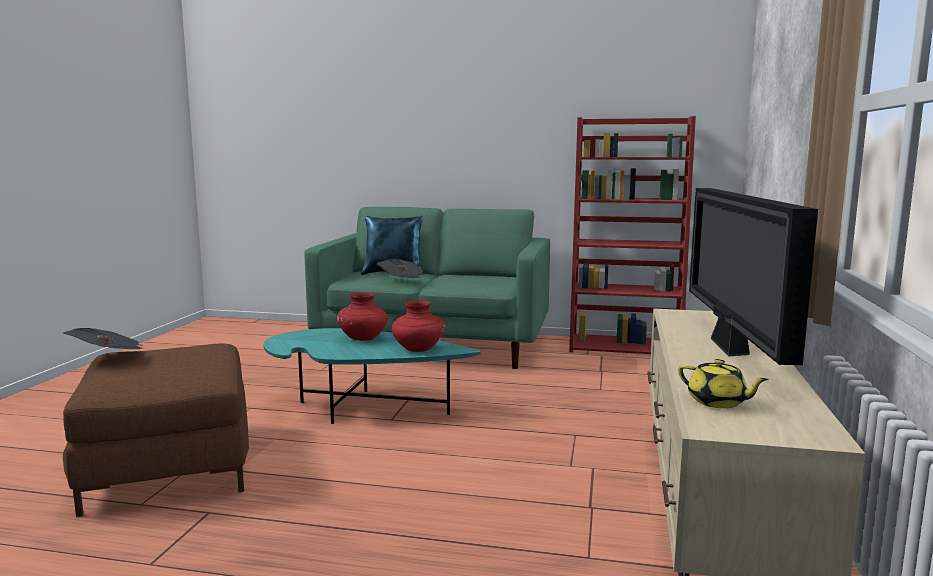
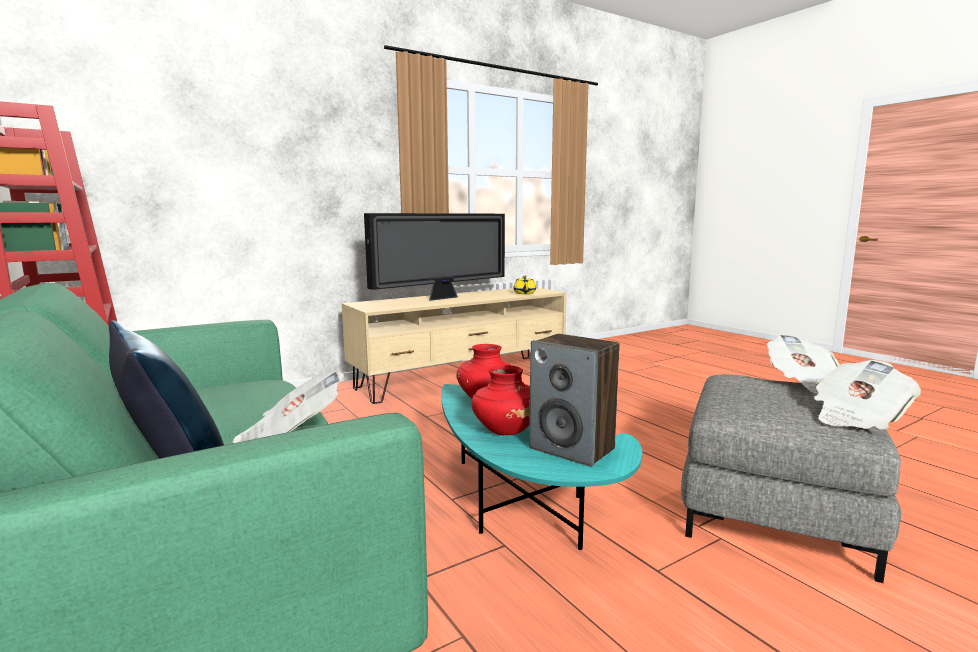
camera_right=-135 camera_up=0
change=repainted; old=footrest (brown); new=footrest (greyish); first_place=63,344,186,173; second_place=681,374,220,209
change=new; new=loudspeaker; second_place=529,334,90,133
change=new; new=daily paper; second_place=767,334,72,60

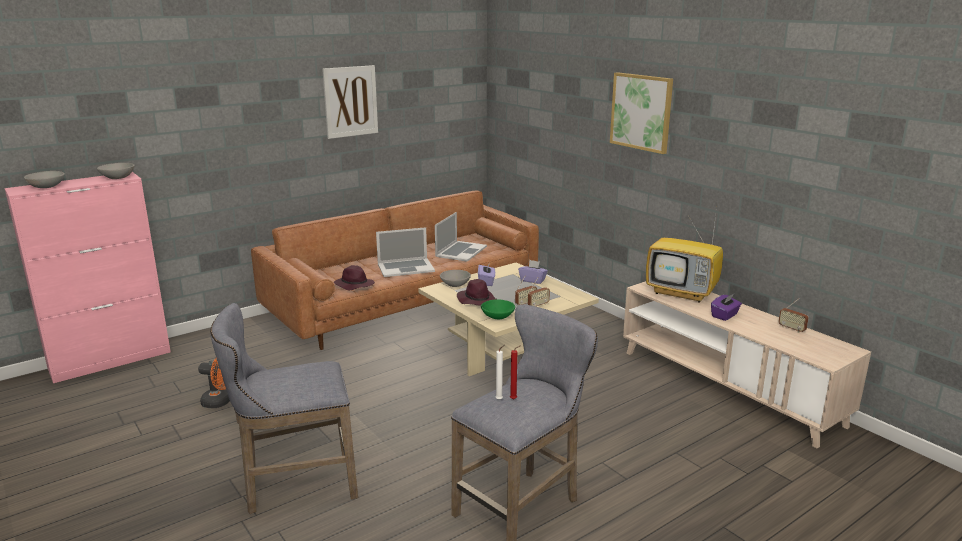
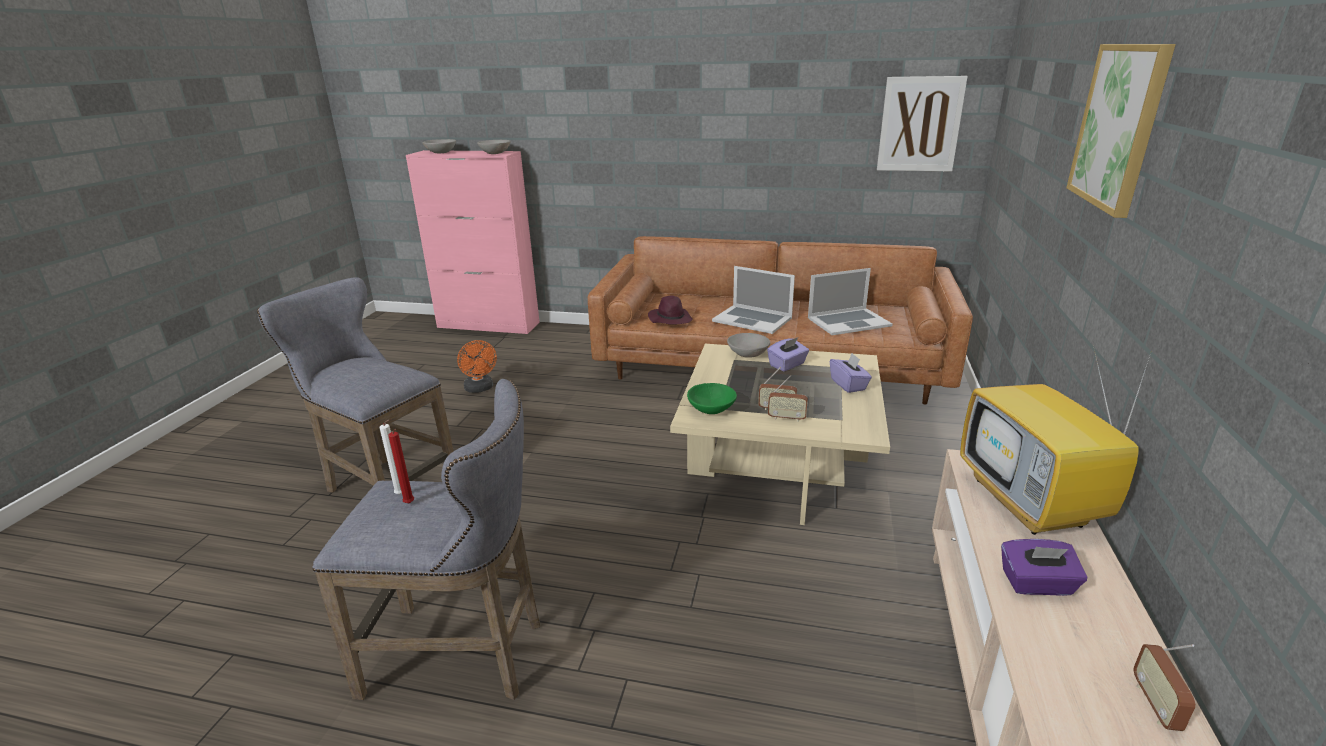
camera_right=50 camera_up=5
change=shifted; old=picture; first_place=322,65,56,74; second_place=877,76,91,95
change=gone; old=hat (purple); first_place=457,279,39,26

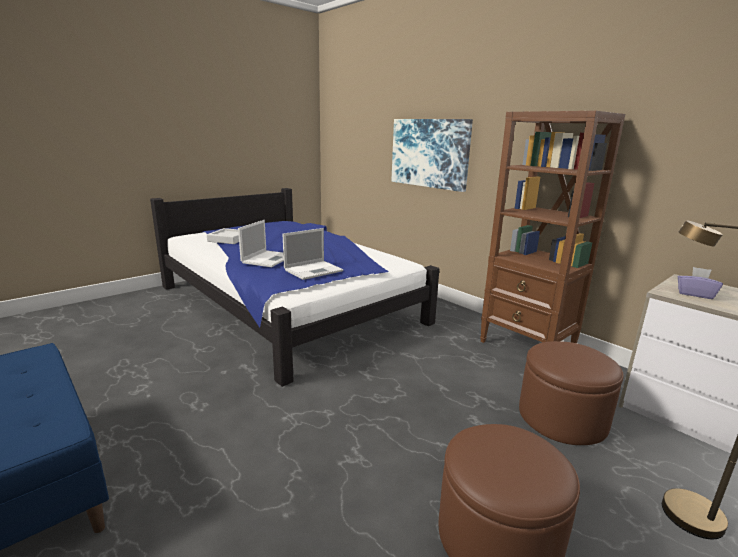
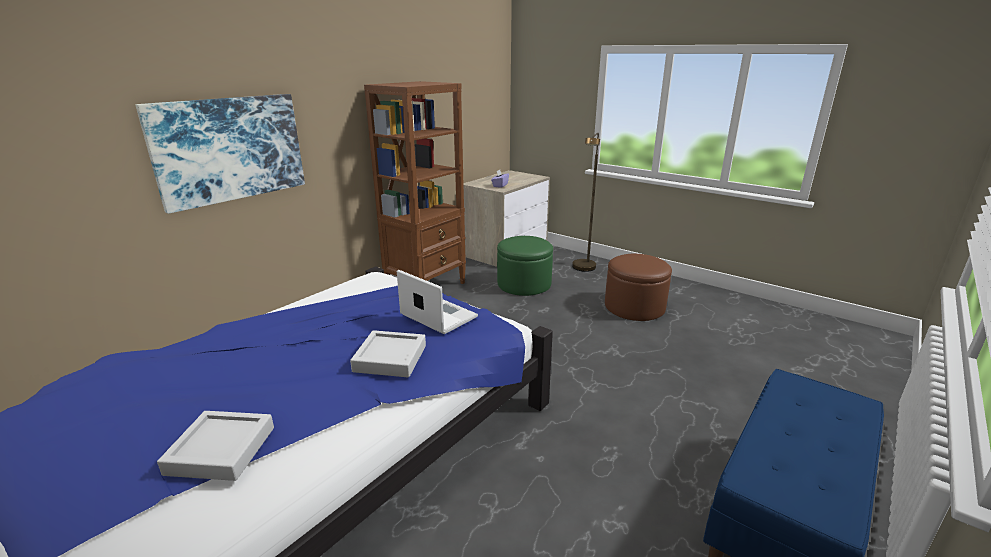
camera_right=-100 camera_up=5
change=swapped; old=notebook computer; new=carrying tray (greyish); first_place=238,220,46,47; second_place=350,330,76,47
change=repainted; old=footrest (brown); new=footrest (green-coloured); first_place=519,341,105,104; second_place=497,236,56,60

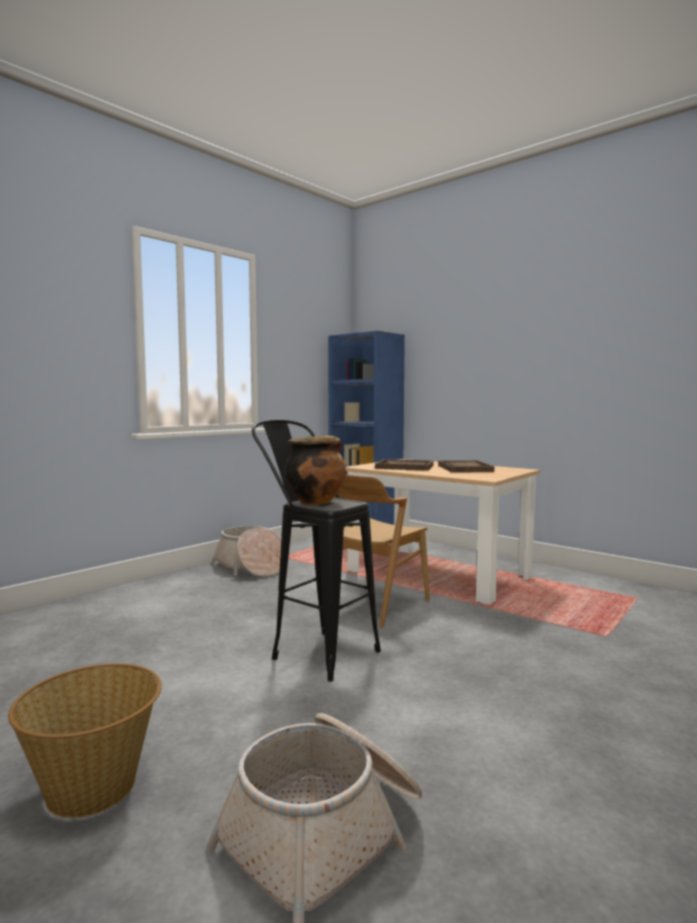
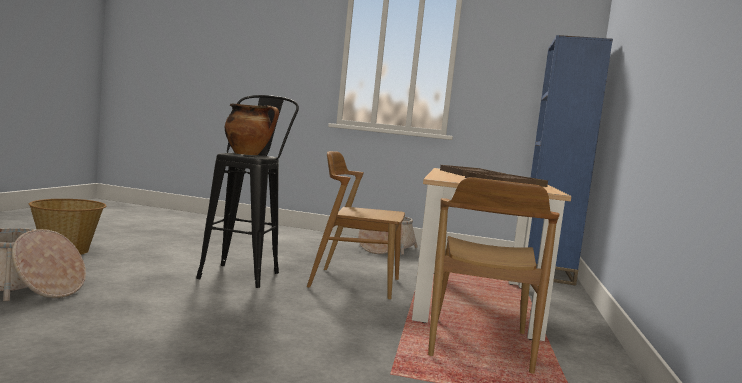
camera_right=60 camera_up=0
change=new; new=plain chair (brown); second_place=428,177,132,197

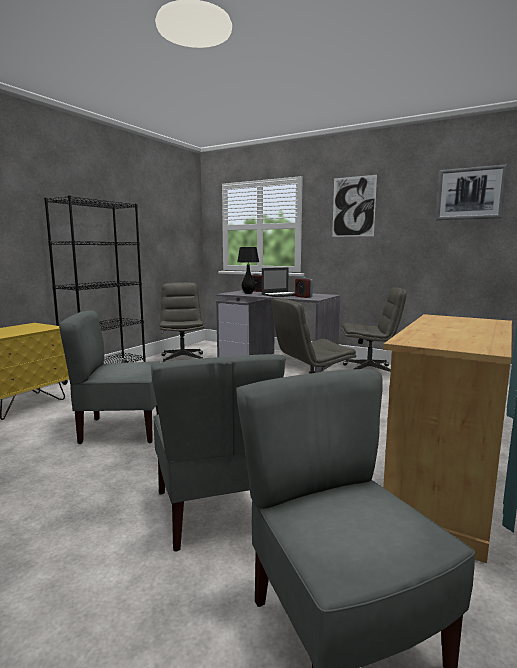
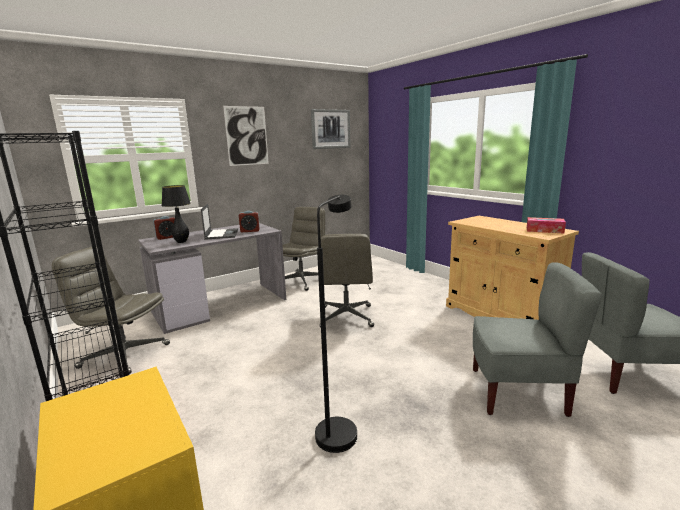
camera_right=-65 camera_up=5
change=swapped; old=plain chair (greyish); new=standing lamp (black); first_place=59,310,102,134; second_place=315,195,42,258
change=new; new=box of tissues; second_place=527,217,39,17

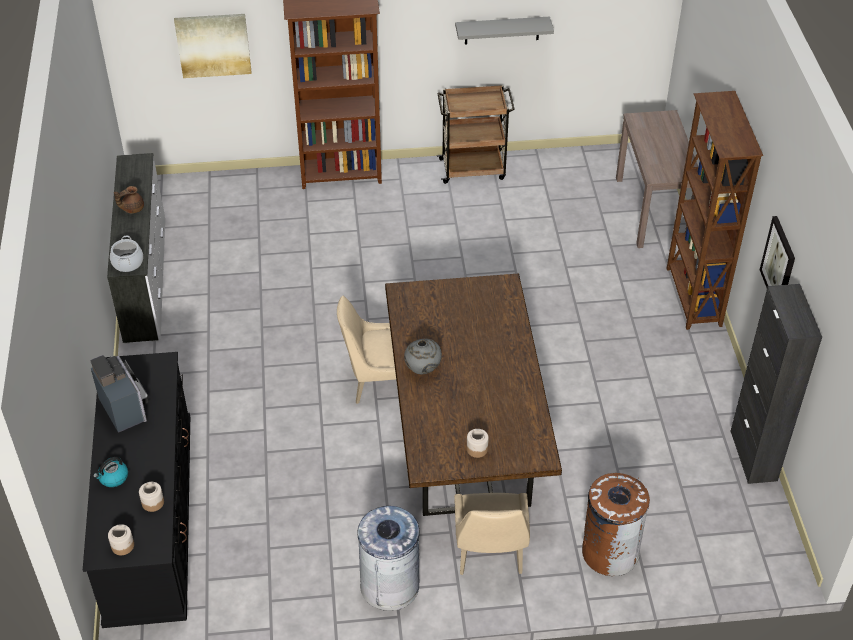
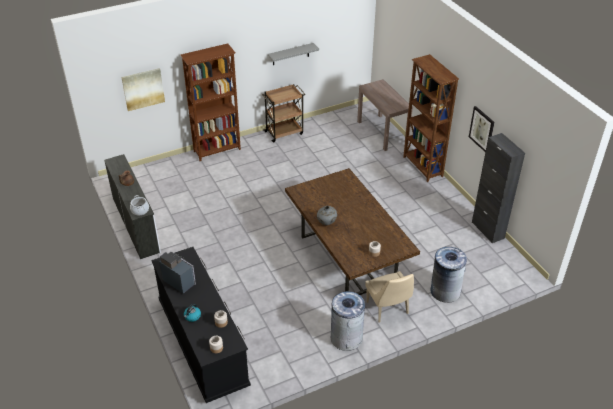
camera_right=-20 camera_up=-5
change=gone; old=plain chair (beige-coloured); first_place=337,296,59,108
change=repainted; old=rubbish bin (brown); new=rubbish bin (greyish); first_place=582,473,68,103; second_place=430,247,37,56

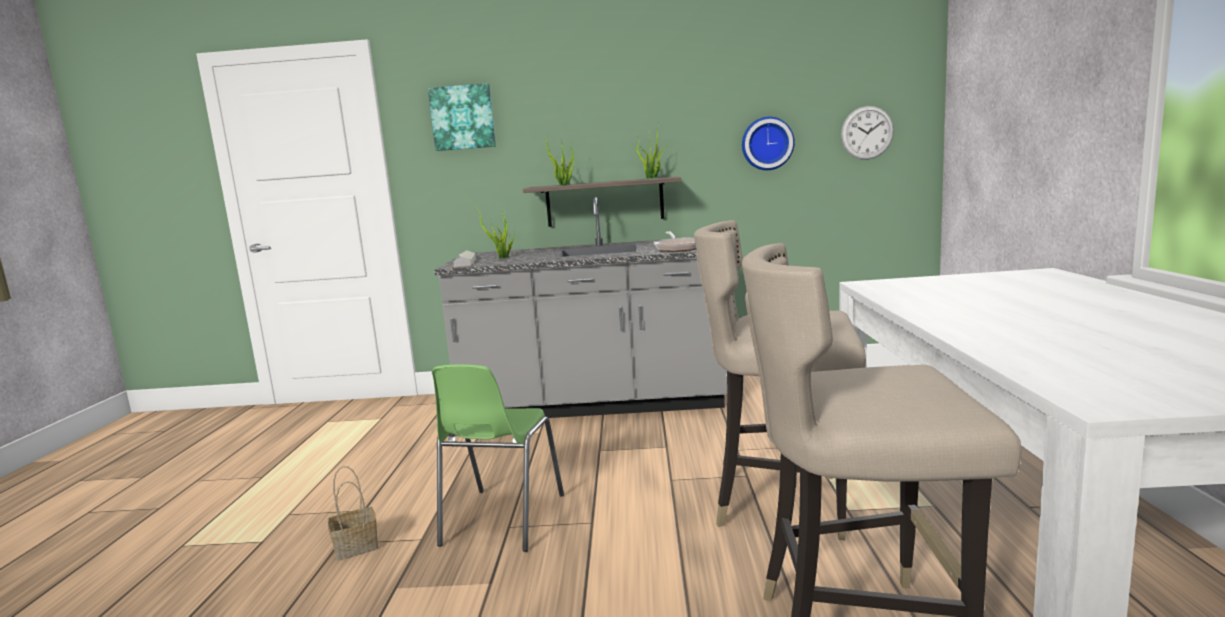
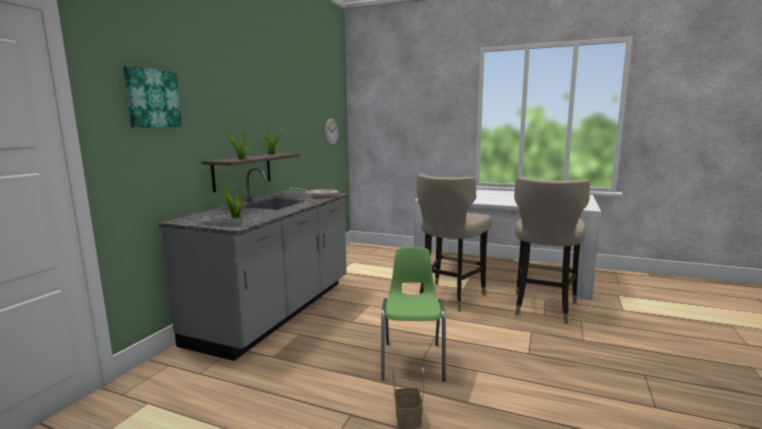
camera_right=-70 camera_up=0
change=gone; old=clock on the wall; first_place=742,117,53,53
change=rotated; old=plain chair (green-coloured); first_place=432,364,132,188; second_place=381,247,64,135; degrees=-120

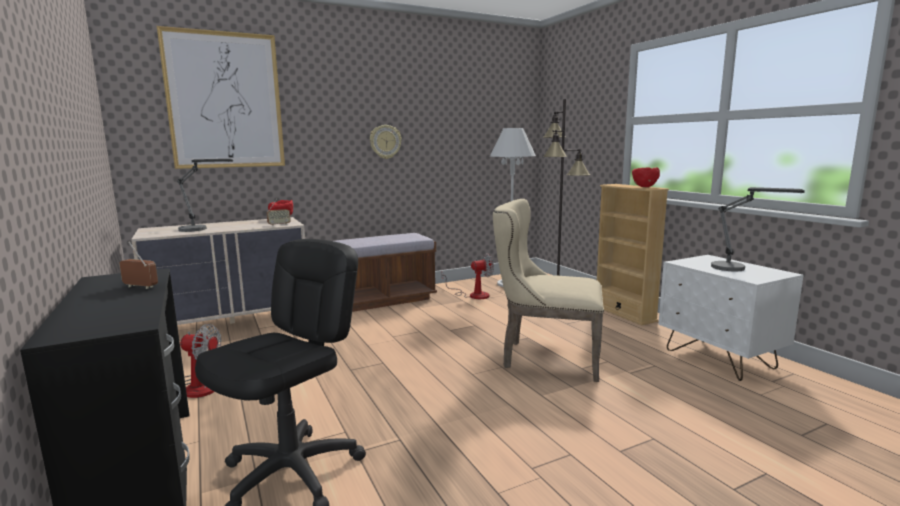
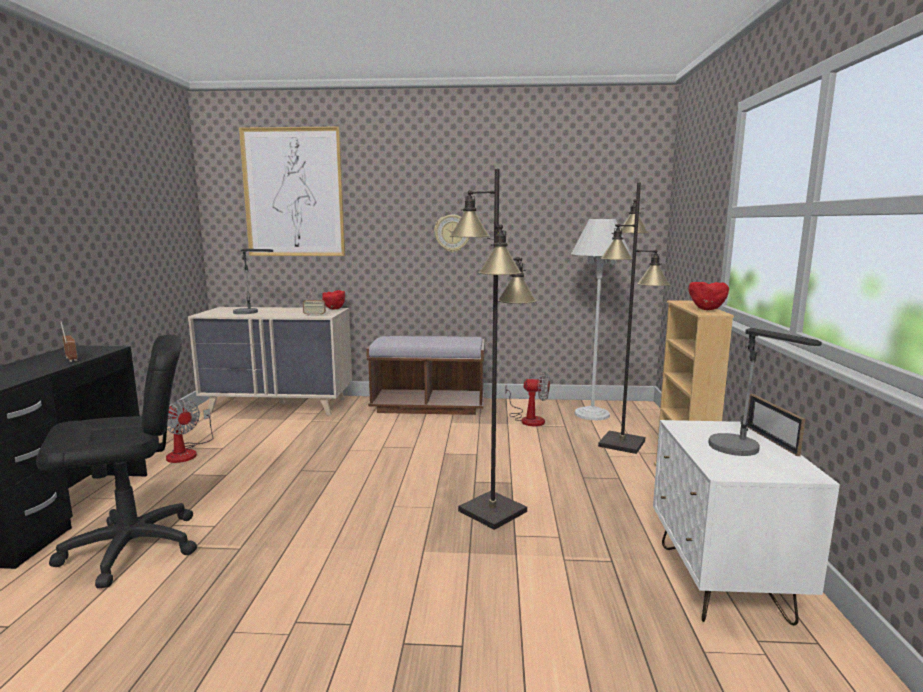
camera_right=30 camera_up=0
change=swapped; old=plain chair (beige-coloured); new=standing lamp (black); first_place=493,199,111,183; second_place=449,169,88,361
change=new; new=standing frame; second_place=747,394,58,62

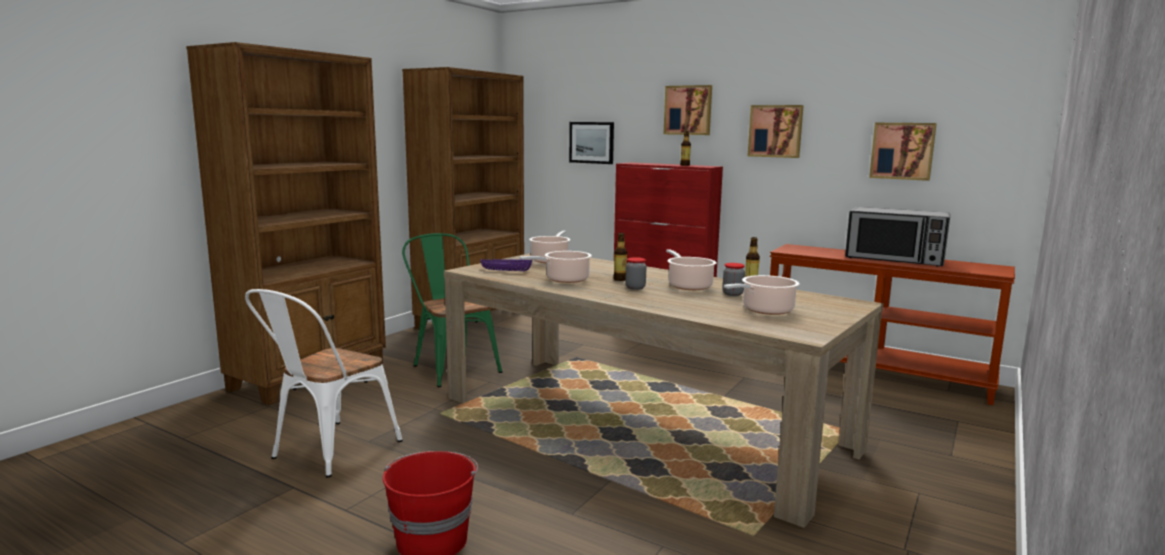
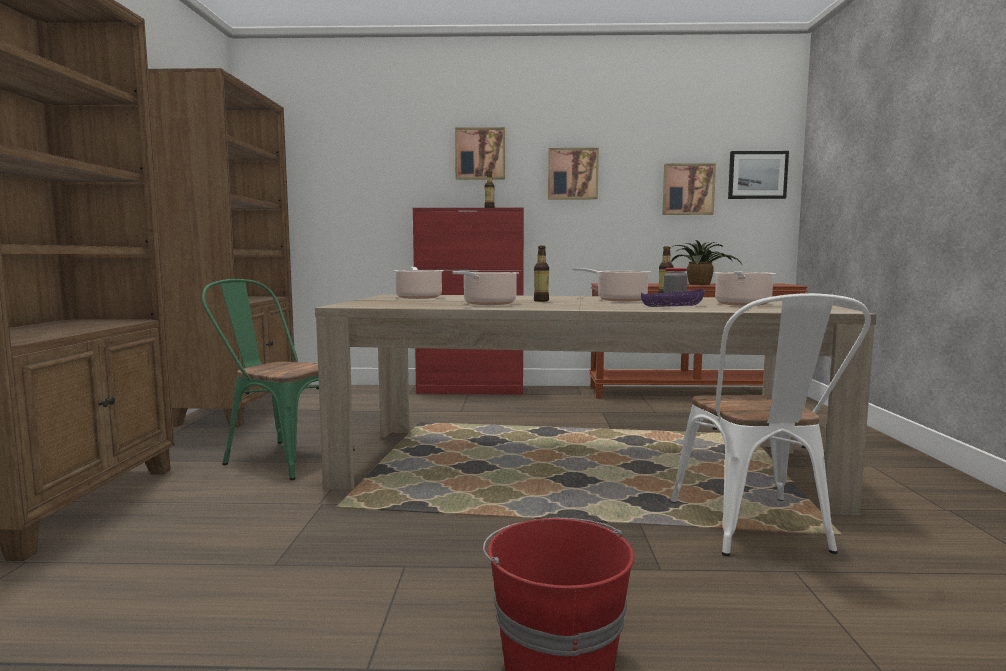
camera_right=-30 camera_up=-5
change=shifted; old=picture; first_place=569,122,45,42; second_place=728,151,61,48
change=swapped; old=microwave; new=plant in a pot; first_place=845,207,106,60; second_place=671,240,72,45
change=gone; old=storage jar; first_place=625,257,22,33
change=shifted; old=deep dish (purple); first_place=480,259,52,12; second_place=641,289,63,18
change=shifted; old=plain chair (white); first_place=245,289,158,189; second_place=671,293,200,263

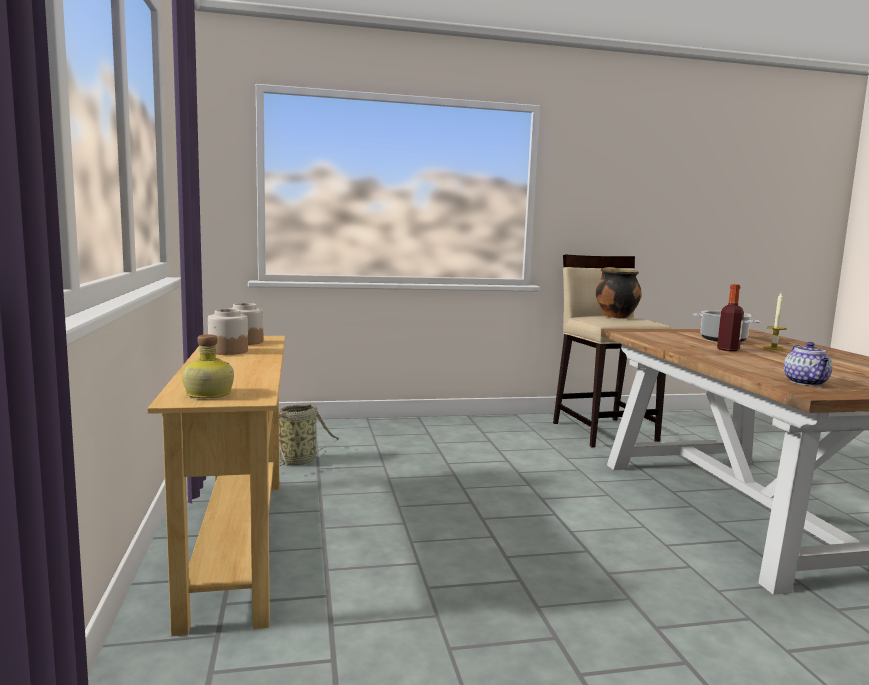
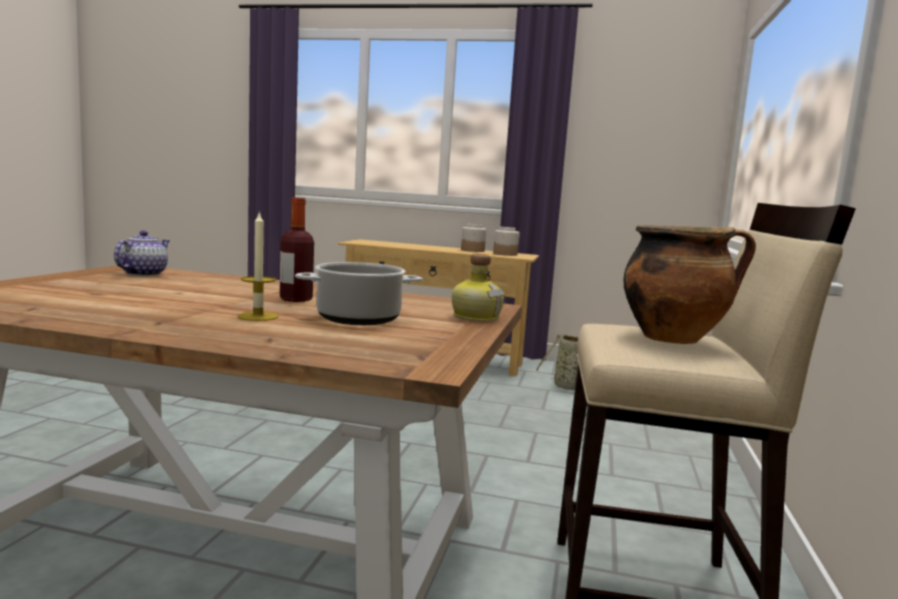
camera_right=115 camera_up=0
change=shifted; old=beverage bottle; first_place=182,334,52,64; second_place=452,254,52,67
change=rotated; old=pot for tea; first_place=784,342,49,44; second_place=114,231,56,45; degrees=75

